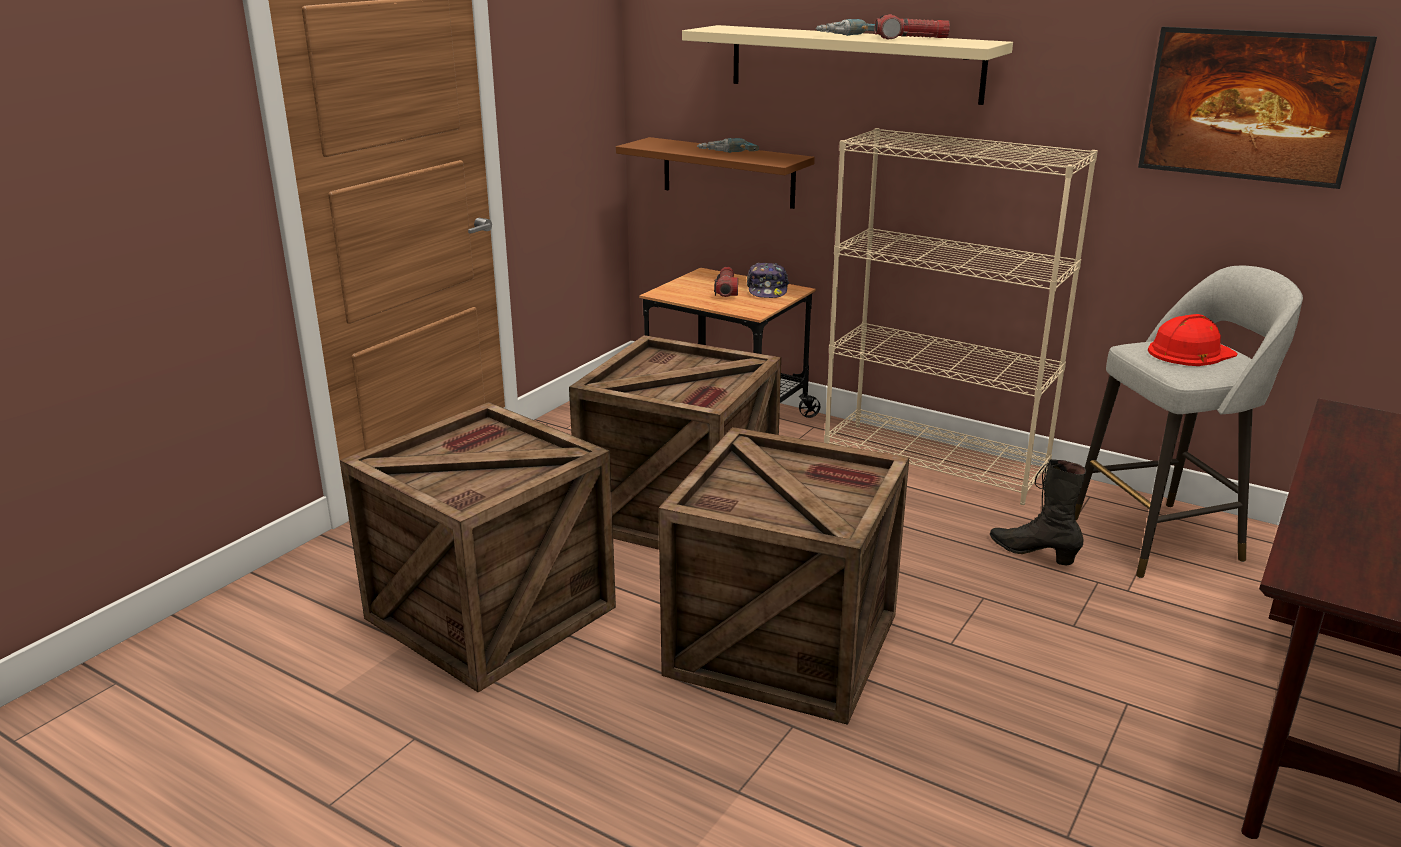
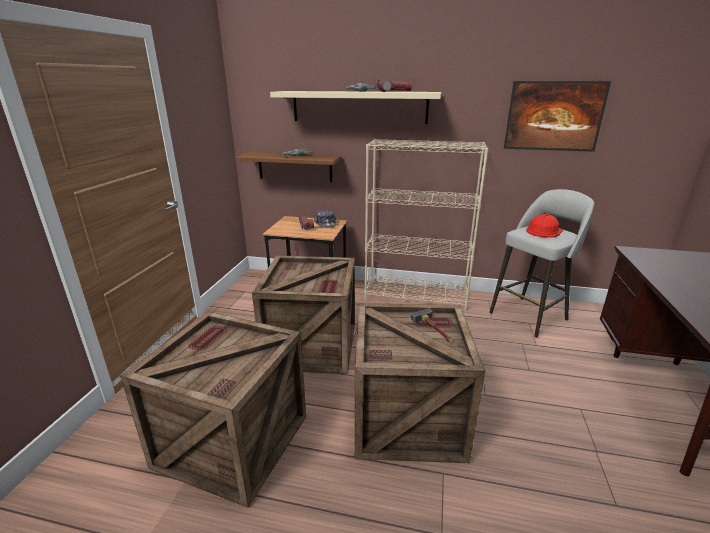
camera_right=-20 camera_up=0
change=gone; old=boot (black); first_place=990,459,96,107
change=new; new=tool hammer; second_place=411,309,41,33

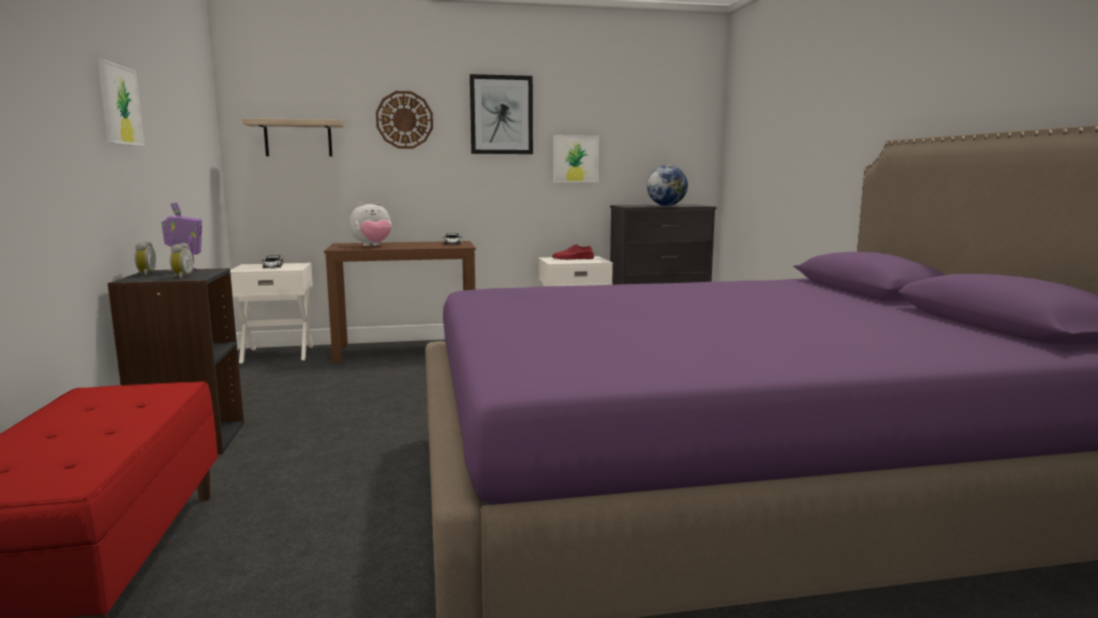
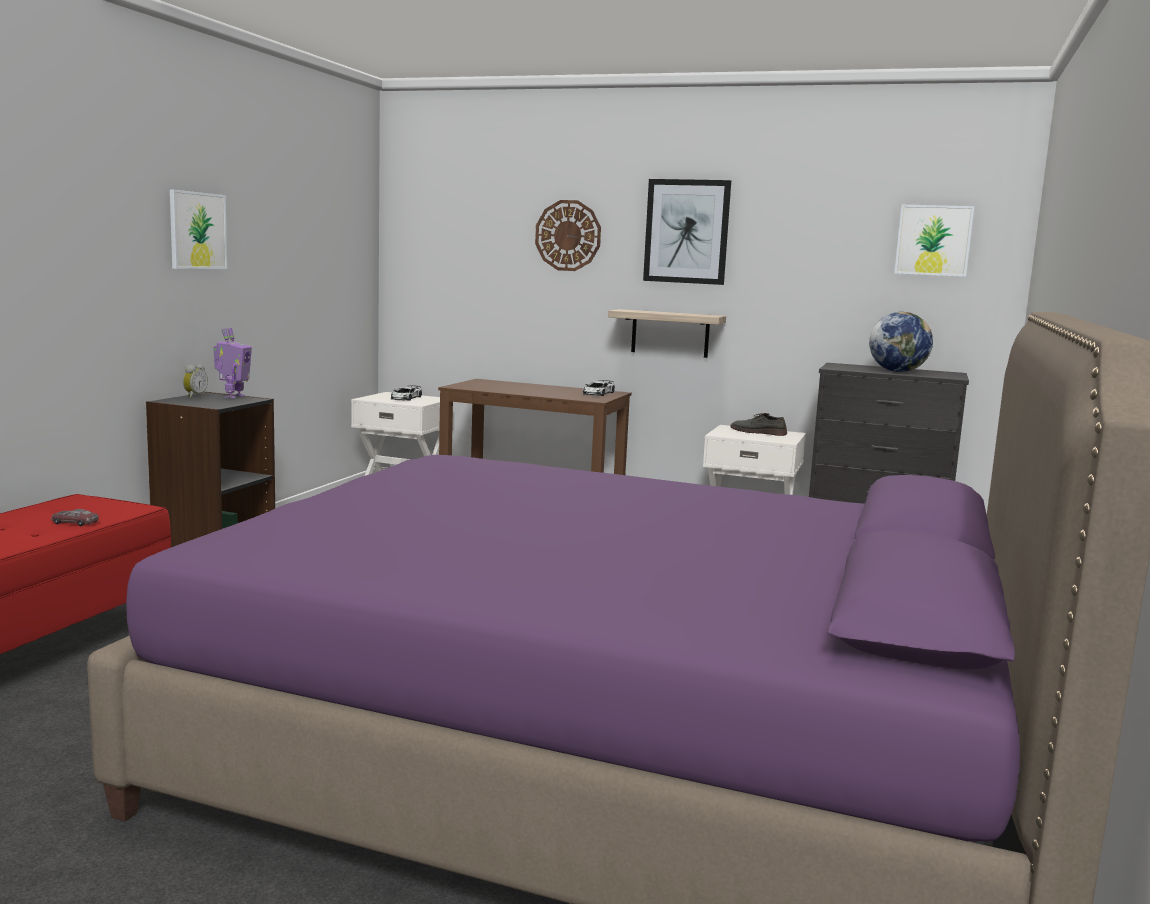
camera_right=30 camera_up=0
change=shifted; old=bracket shelf; first_place=243,118,101,39; second_place=608,309,118,49
change=shifted; old=picture; first_place=553,135,46,47; second_place=894,205,80,72
change=gone; old=cuddly toy; first_place=350,202,42,44
change=gone; old=alarm clock; first_place=170,243,24,36
change=repainted; old=item of footwear (red); new=item of footwear (greyish); first_place=552,244,42,16; second_place=730,413,57,23
change=new; new=miniature car; second_place=51,509,48,17

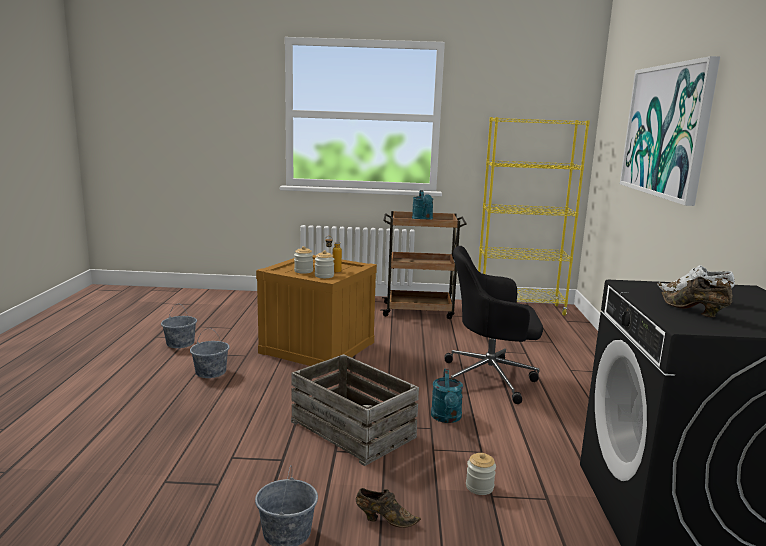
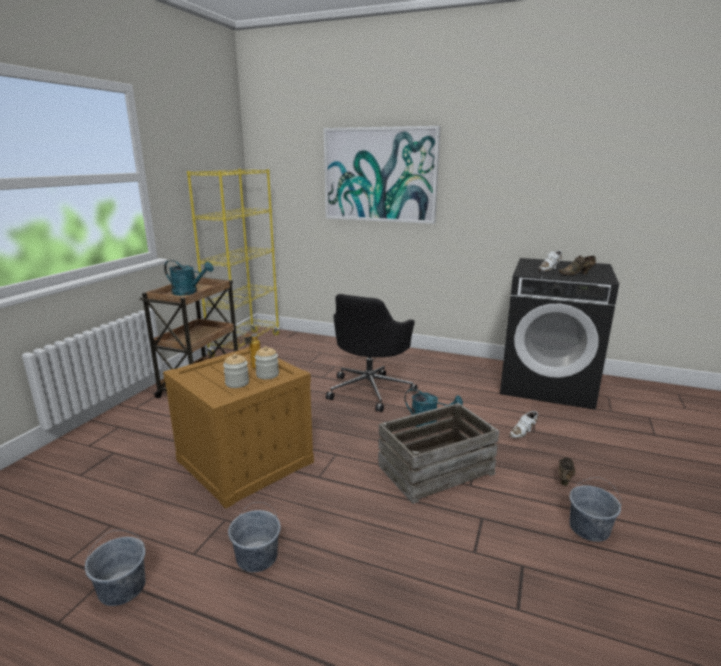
camera_right=-70 camera_up=5
change=swapped; old=storage jar; new=item of footwear (white); first_place=466,453,30,42; second_place=509,411,29,28

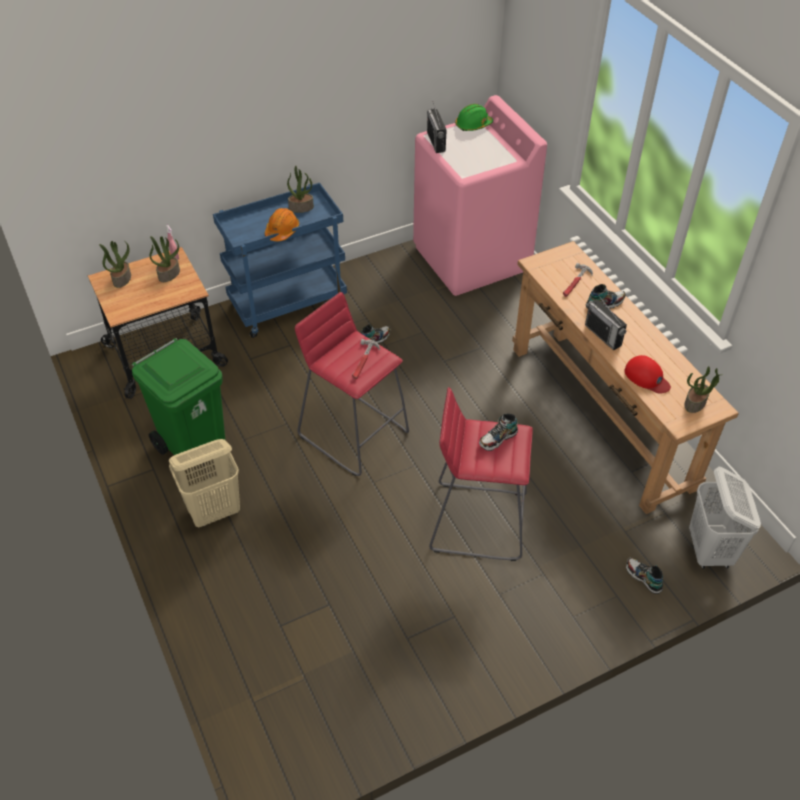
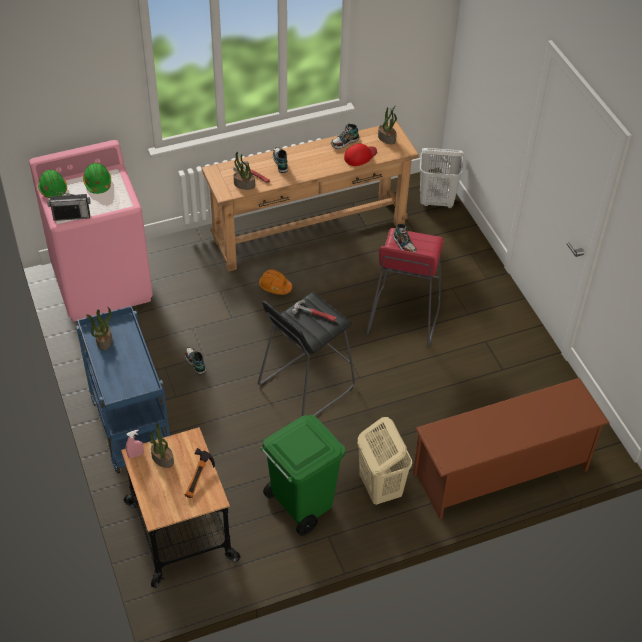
camera_right=-85 camera_up=0
change=shifted; old=hard hat (orange-coloured); first_place=265,208,34,33; second_place=259,269,33,26
change=shifted; old=plant in a pot; first_place=99,241,32,47; second_place=234,152,21,38
change=repainted; old=stool (red); new=stool (black); first_place=295,292,114,184; second_place=258,292,97,124
change=gone; old=radio; first_place=585,294,42,56
change=shifted; old=item of footwear; first_place=626,557,37,37; second_place=331,124,28,25
change=new; new=hard hat (green-coloured); second_place=83,163,28,31
change=new; new=shoe rack (brown); second_place=413,378,197,141
change=new; new=tool hammer; second_place=185,448,30,50

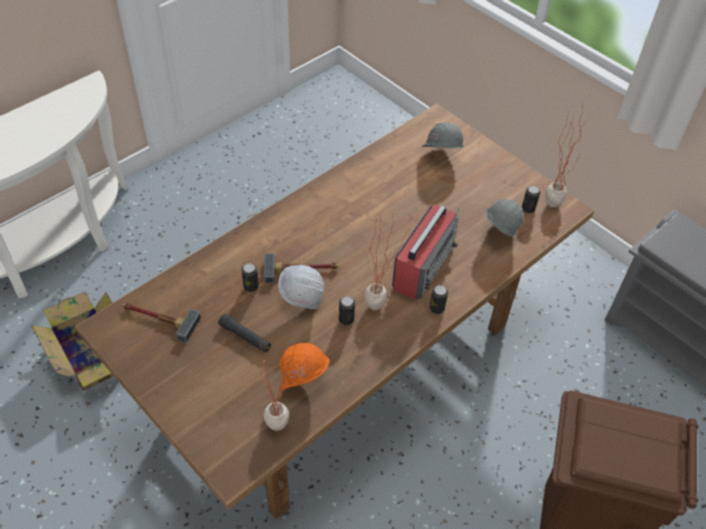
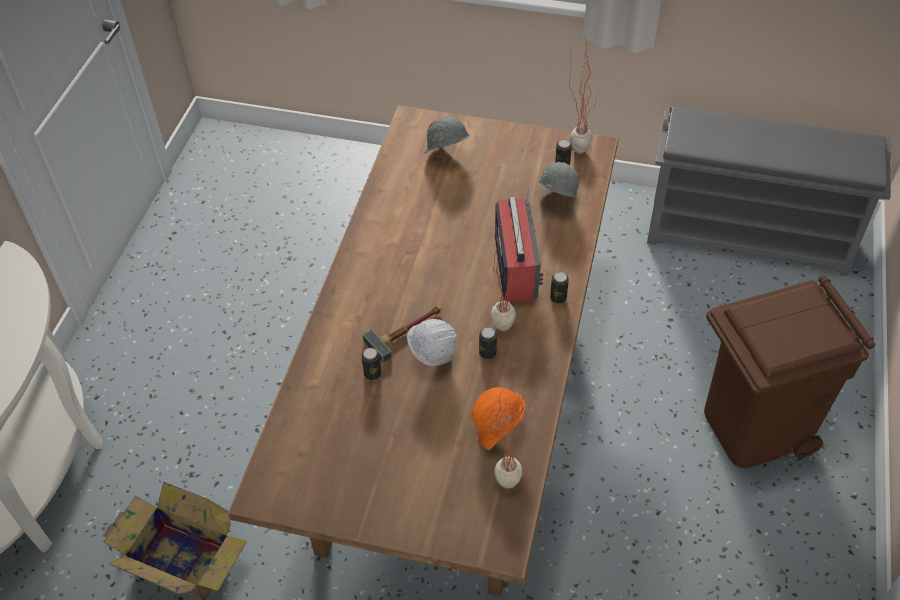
camera_right=-30 camera_up=0
change=gone; old=tool hammer; first_place=122,302,79,40
change=gone; old=flashlight (black); first_place=218,313,53,39

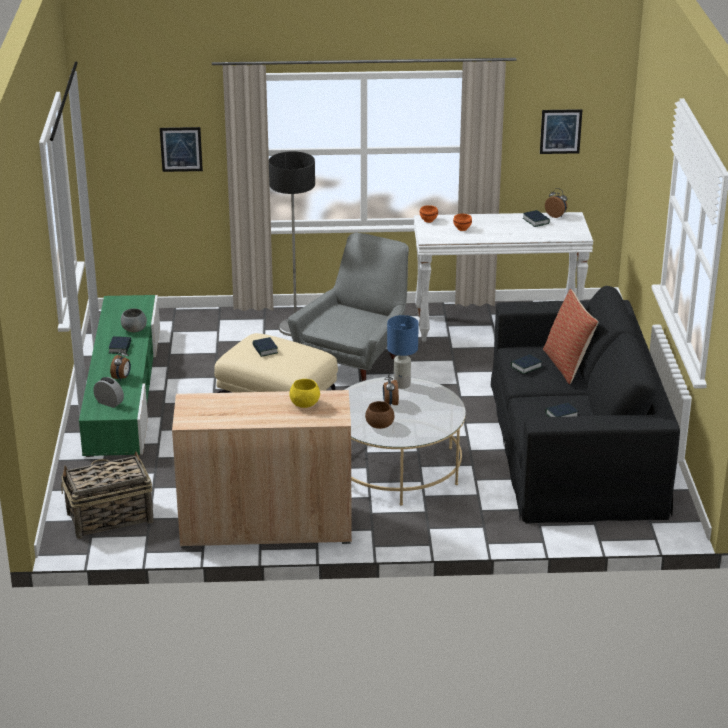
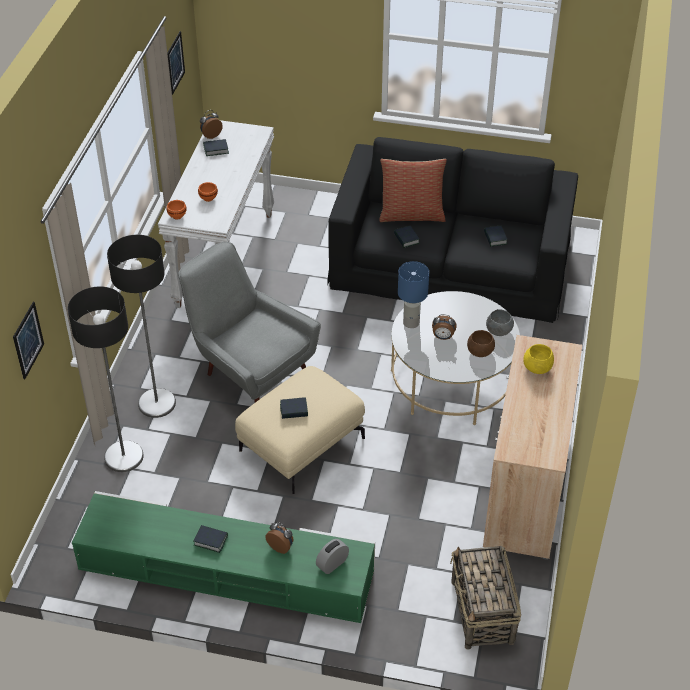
camera_right=-75 camera_up=15
change=shifted; old=deep dish (greyish); first_place=121,308,26,24; second_place=486,309,28,27
change=new; new=standing lamp; second_place=68,286,76,186

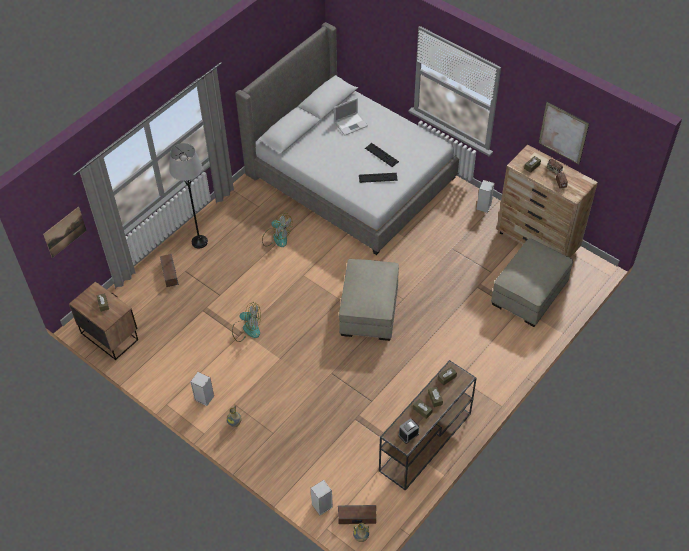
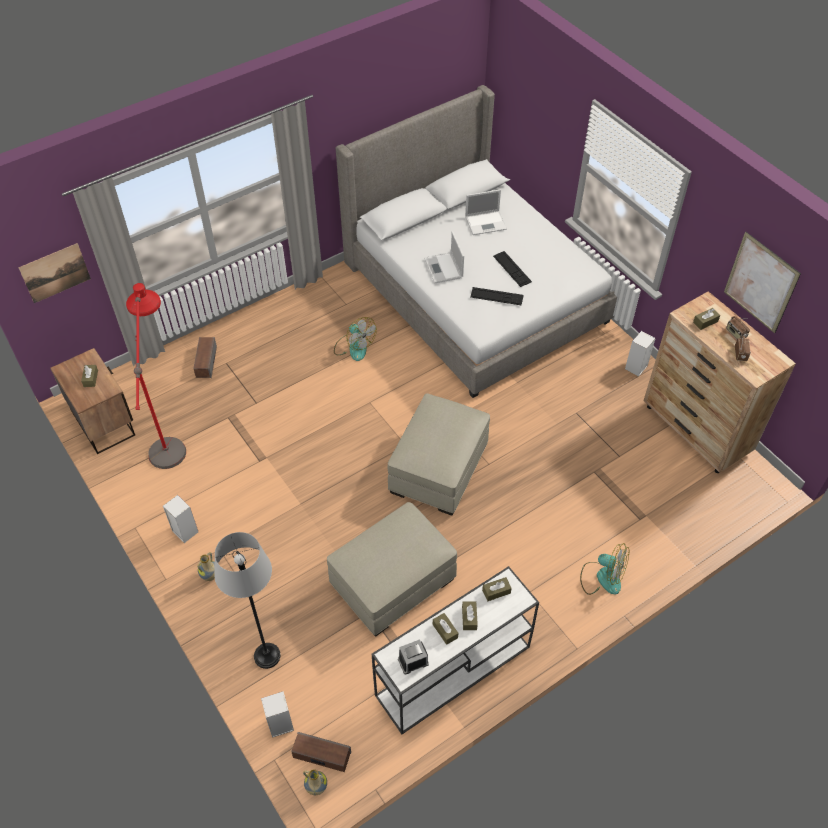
camera_right=15 camera_up=0
change=shifted; old=standing lamp (greyish); first_place=169,143,39,106; second_place=214,532,67,137
change=shifted; old=footrest (beige-coloured); first_place=491,238,82,89; second_place=327,502,130,134
change=shifted; old=fan; first_place=232,302,29,40; second_place=580,543,49,52
change=repainted; old=hall table (brown); new=hall table (white); first_place=379,360,97,131; second_place=372,566,167,168
change=new; new=notebook computer; second_place=424,231,40,52
change=new; new=standing lamp (red); second_place=126,283,60,186

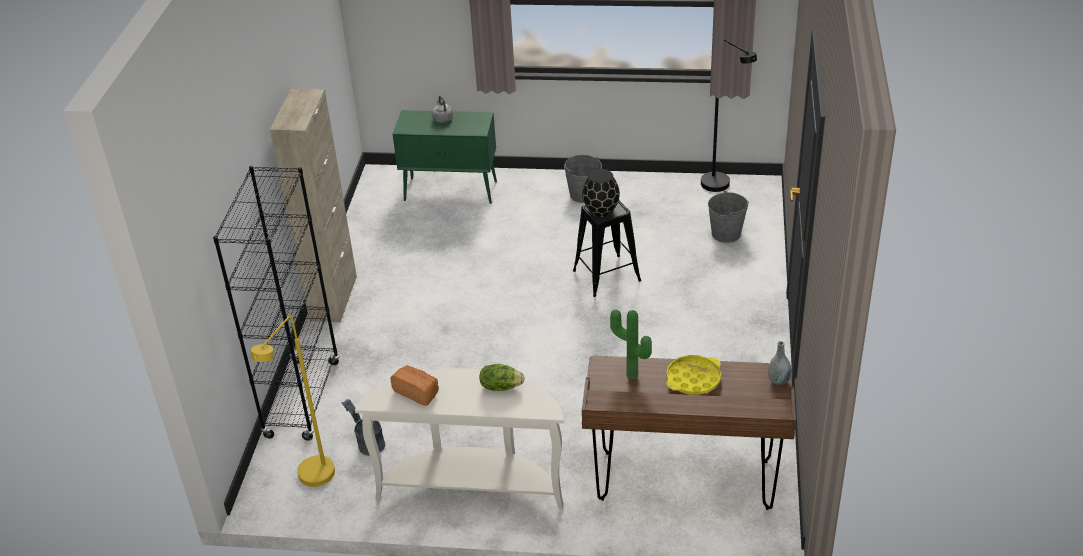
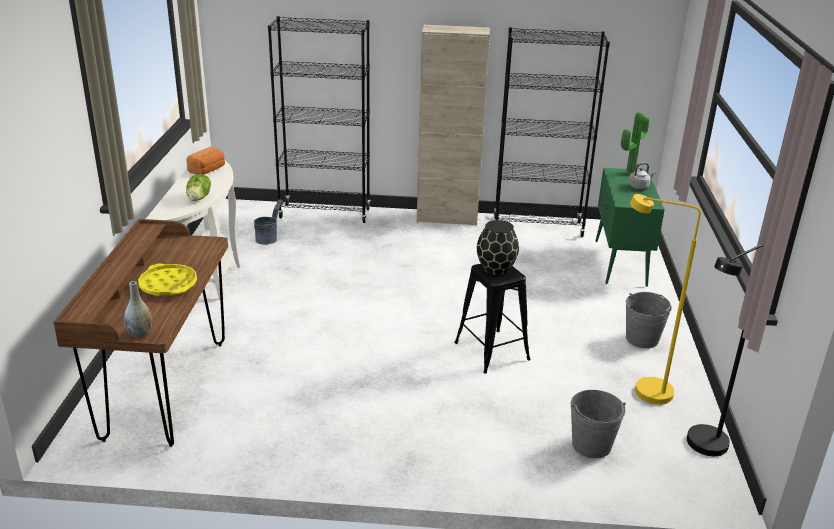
camera_right=85 camera_up=-10
change=shifted; old=plant in a pot; first_place=610,309,42,71; second_place=621,112,28,63
change=shifted; old=standing lamp (yellowish); first_place=251,316,84,171; second_place=630,194,71,211
change=new; new=bookcase (black); second_place=494,27,116,210

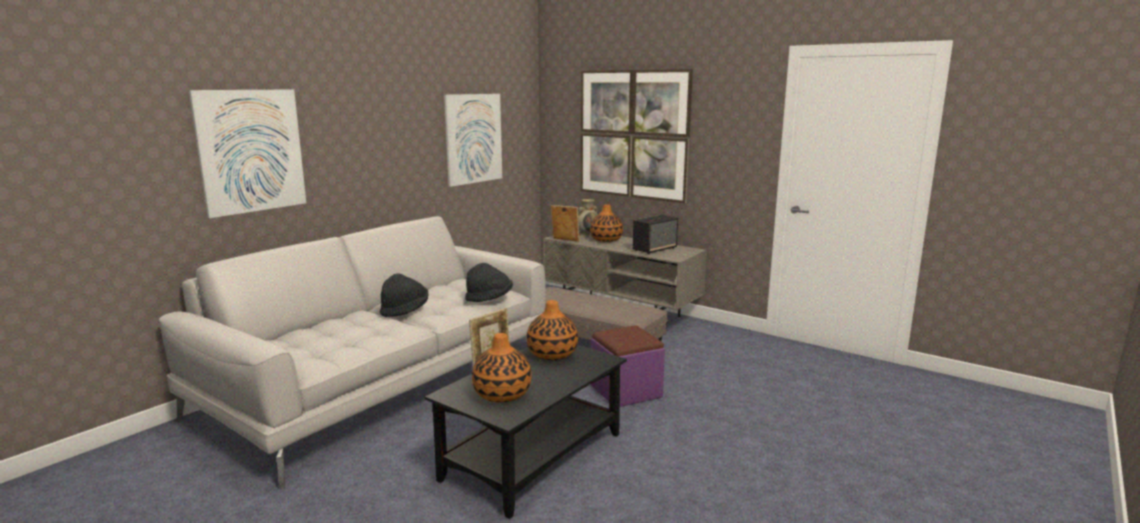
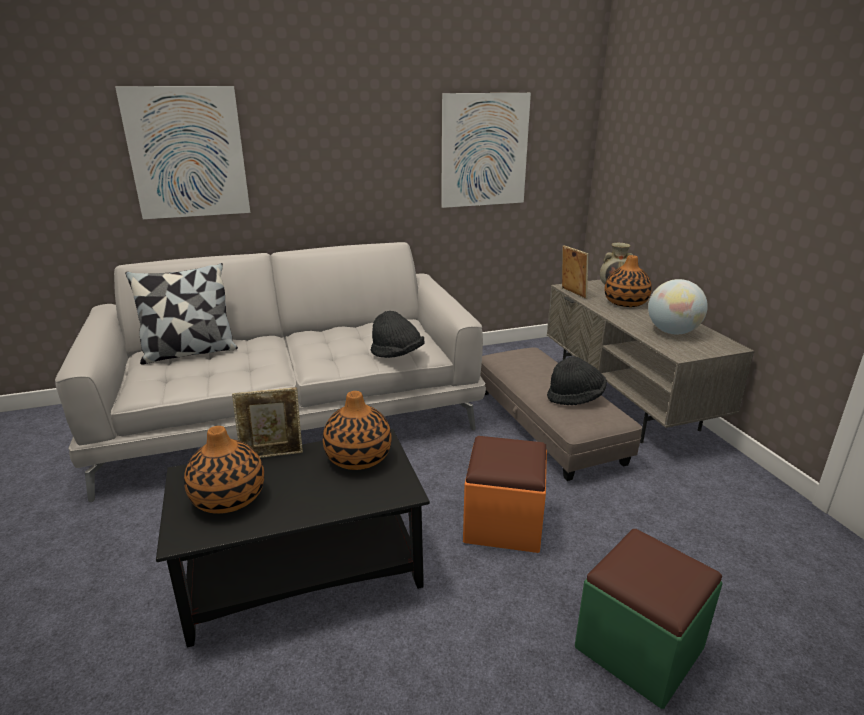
camera_right=35 camera_up=10
change=gone; old=picture; first_place=581,69,112,134
change=swapped; old=loudspeaker; new=desk globe; first_place=633,215,45,39; second_place=648,279,60,55
change=shifted; old=hat (black); first_place=380,273,48,44; second_place=547,356,60,49
change=repainted; old=footrest (purple); new=footrest (orange-coloured); first_place=591,325,74,82; second_place=463,436,84,117
change=new; new=cushion; second_place=125,263,113,102
change=new; new=footrest (green-coloured); second_place=575,529,148,180

